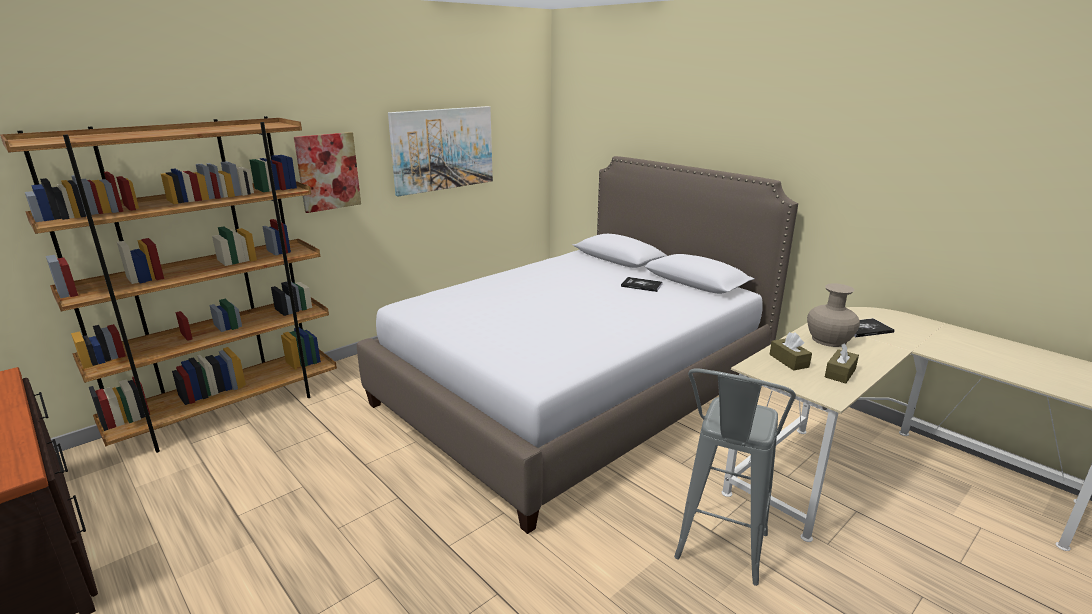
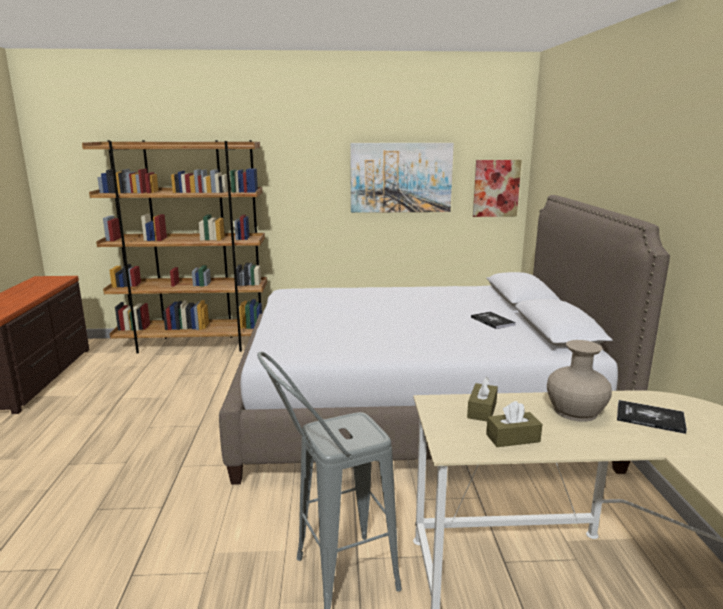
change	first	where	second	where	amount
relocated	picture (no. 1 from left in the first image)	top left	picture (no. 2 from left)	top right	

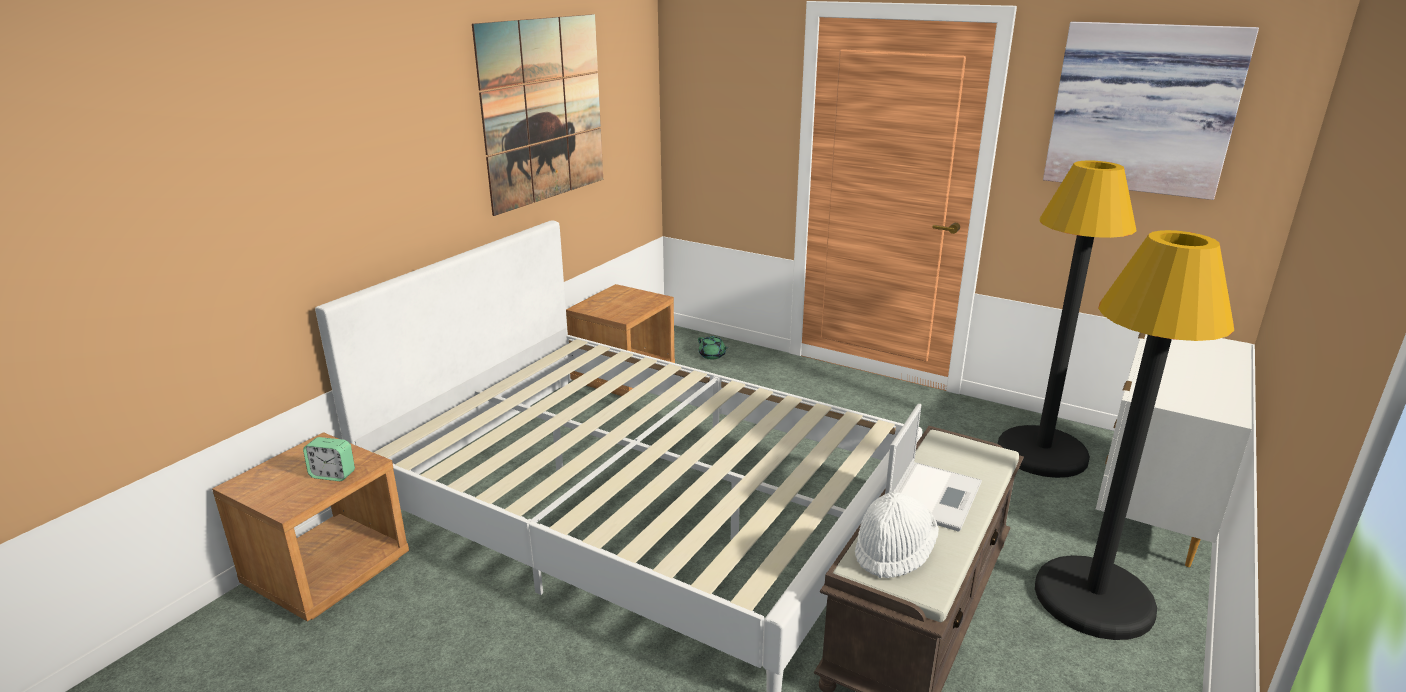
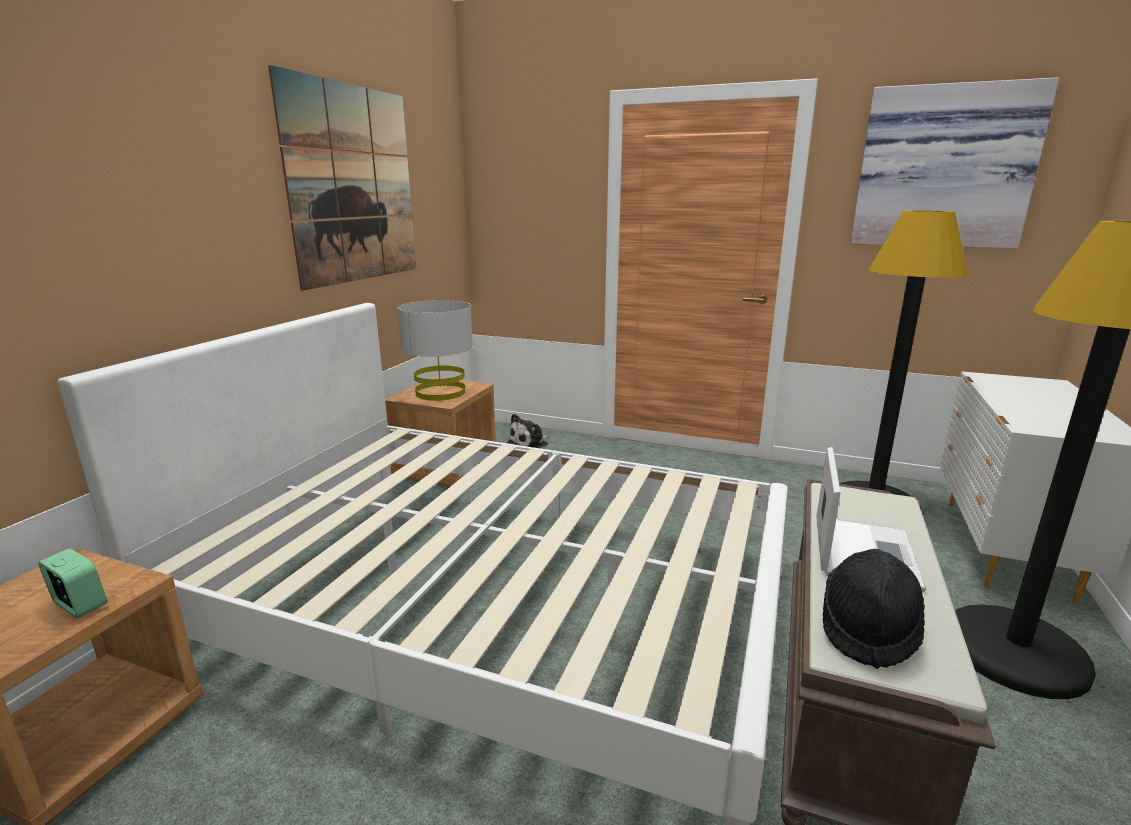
change	first	where	second	where	amount
spun	table clock	middle left		bottom left	150 degrees counterclockwise
exchanged	pot for tea/green-coloured	centre	soft toy	centre	
colour	clothing hat/white	bottom centre	clothing hat/blackish	bottom right	
appeared			lamp for a table/grey	centre	

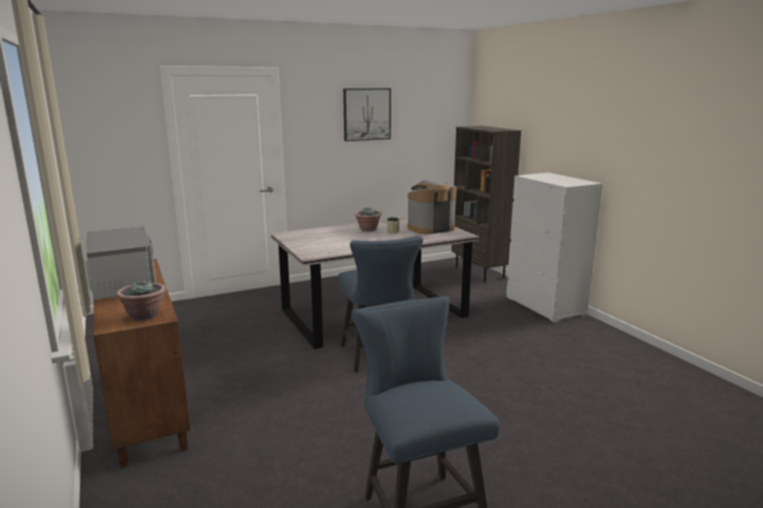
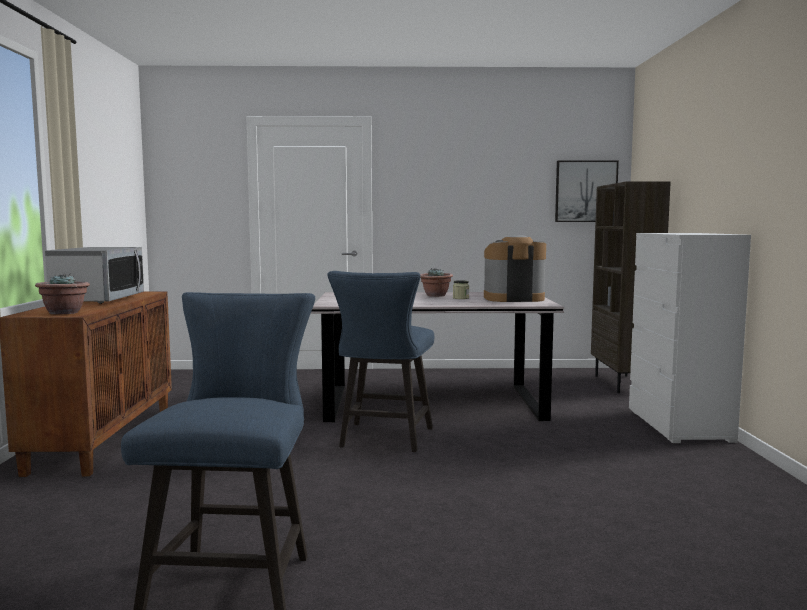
change	first	where	second	where	amount
relocated	picture	top centre		top right	

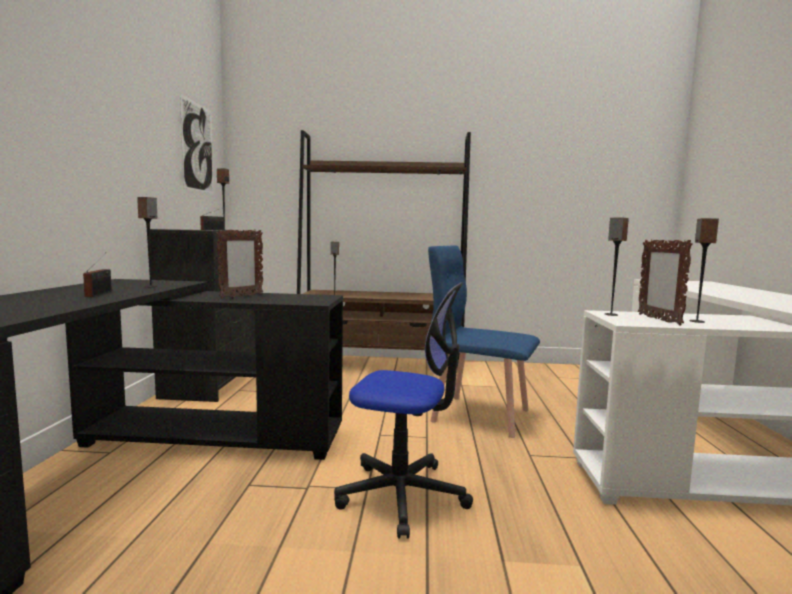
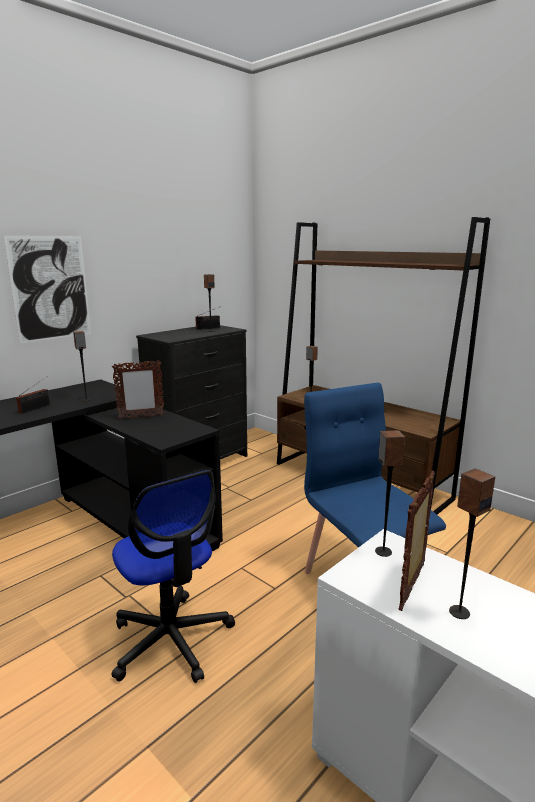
change	first	where	second	where	amount
relocated	picture	top left		middle left	

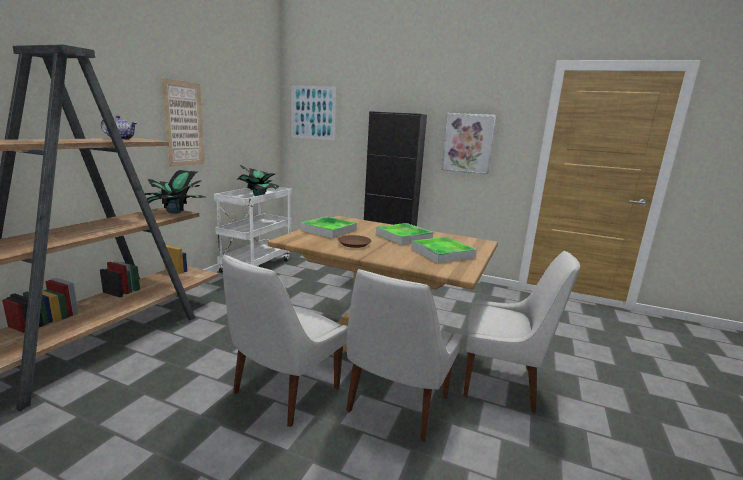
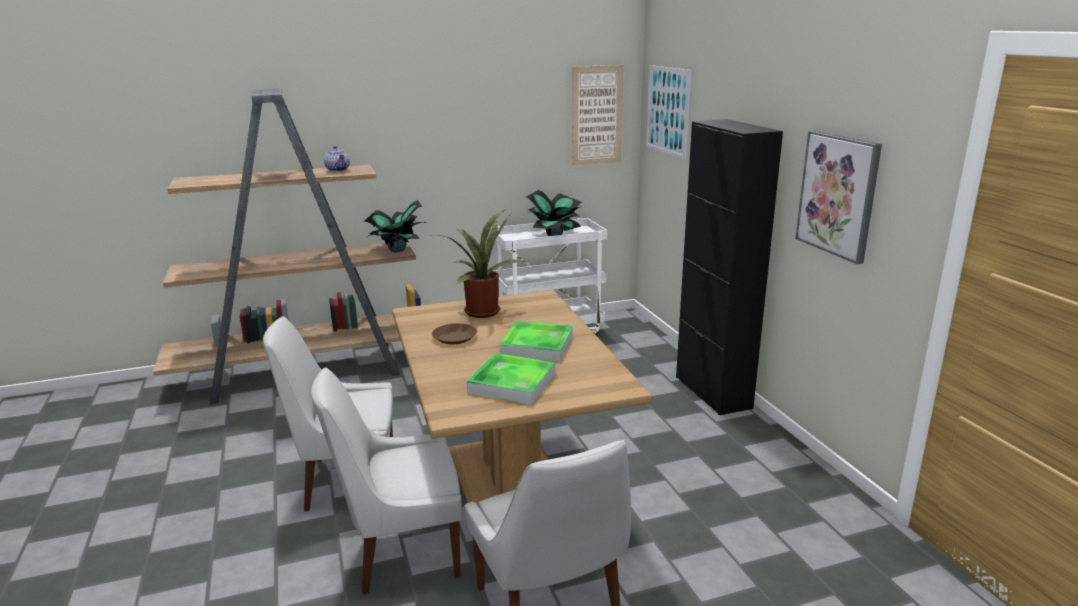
change	first	where	second	where	amount
relocated	picture (no. 1 from left)	top left		top centre	
exchanged	tray (no. 1 from left)	centre	potted plant (no. 2 from left)	centre	

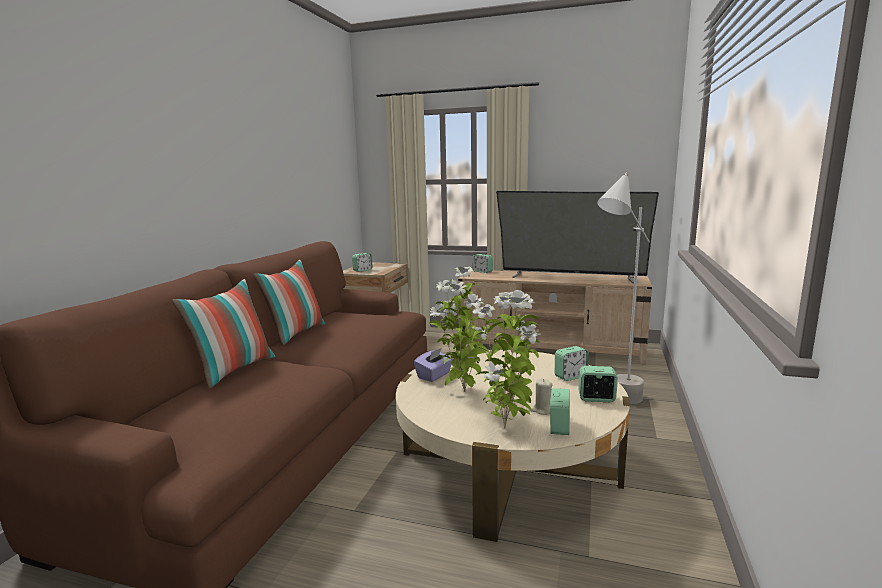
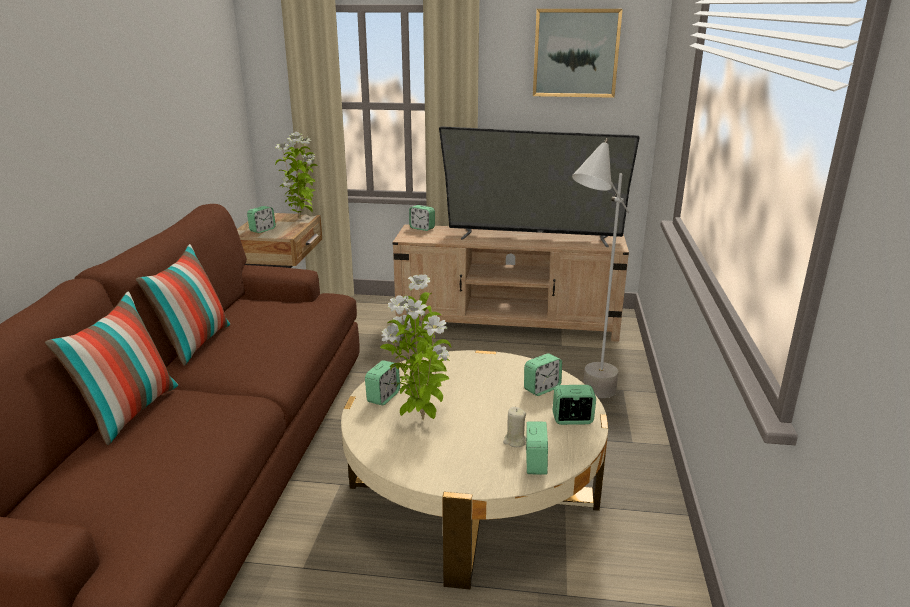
change	first	where	second	where	amount
exchanged	tissue box/purple-coloured	centre	table clock (no. 2 from left)	centre	
relocated	potted plant (no. 2 from left in the first image)	centre	potted plant (no. 1 from left)	top left	
appeared			picture	top centre	

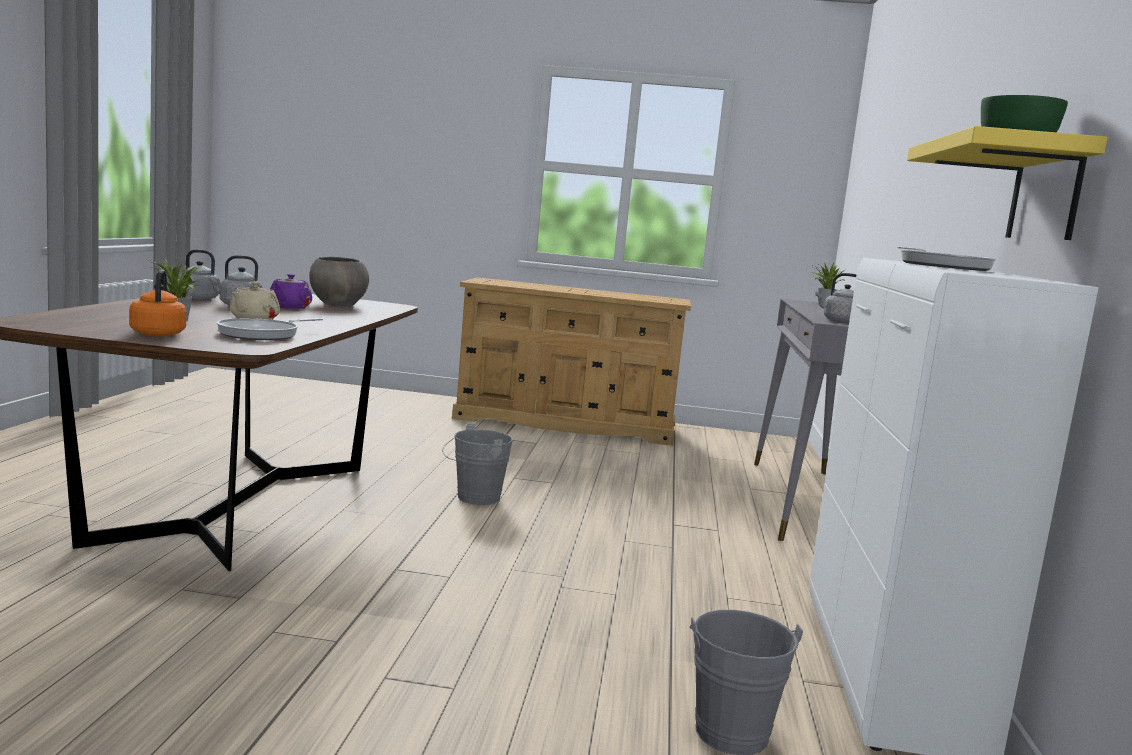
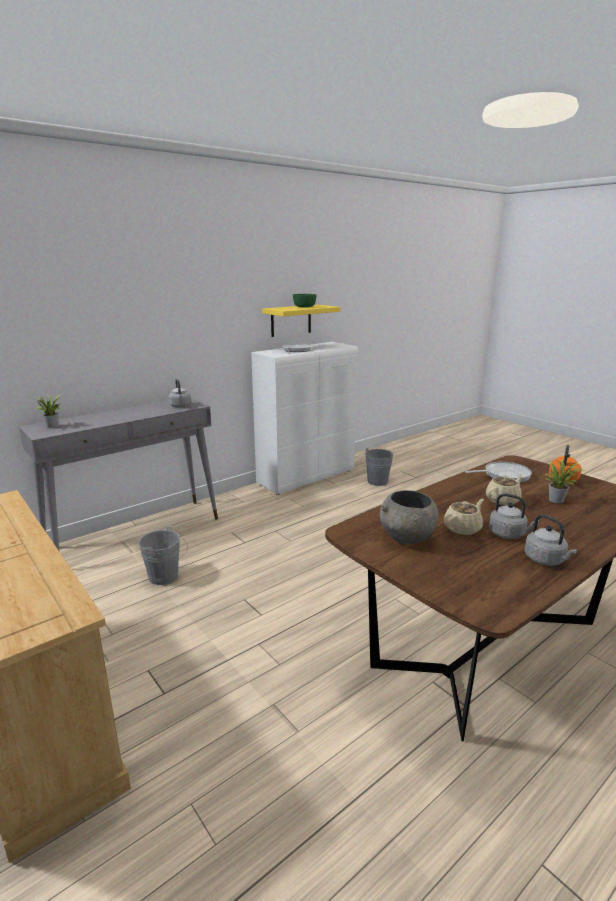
change	first	where	second	where	amount
colour	pot for tea/purple-coloured	middle left	pot for tea/sand-coloured (no. 1 from left)	middle right	
relocated	water bucket/grey (no. 1 from left)	centre		middle left	

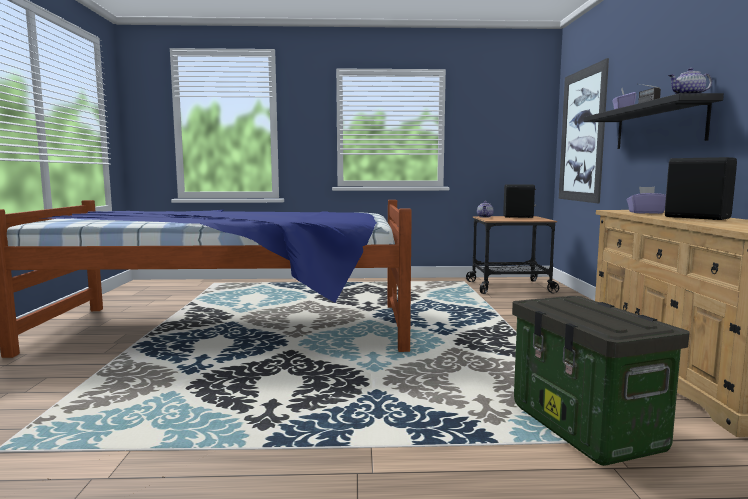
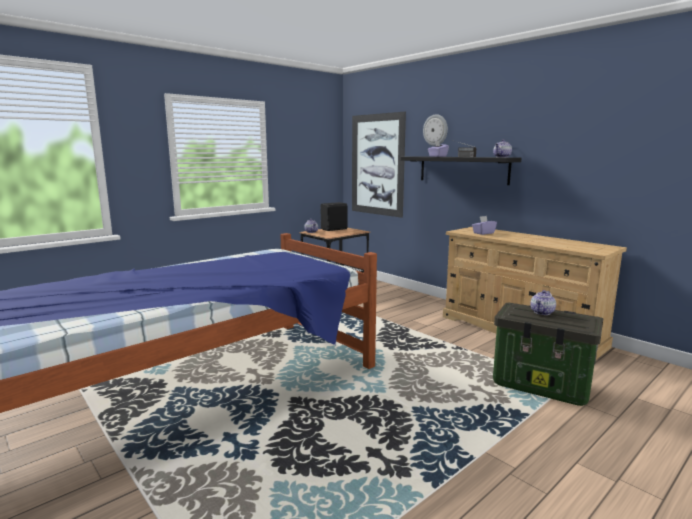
change	first	where	second	where	amount
missing	loudspeaker/blackish (no. 2 from left)	middle right			
appeared			hanging clock	top centre	
appeared			pot for tea (no. 3 from left)	middle right	

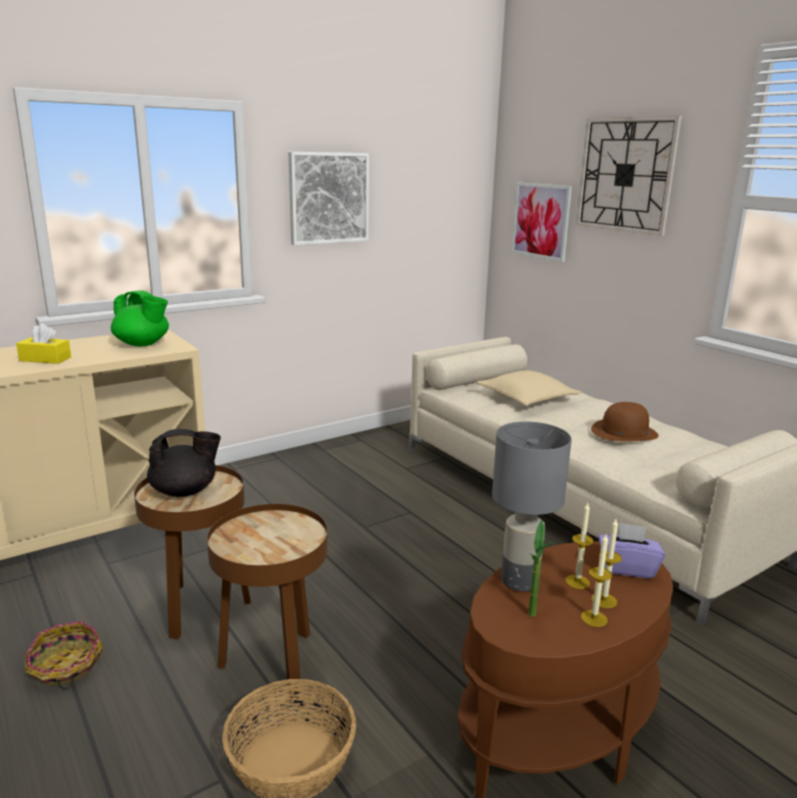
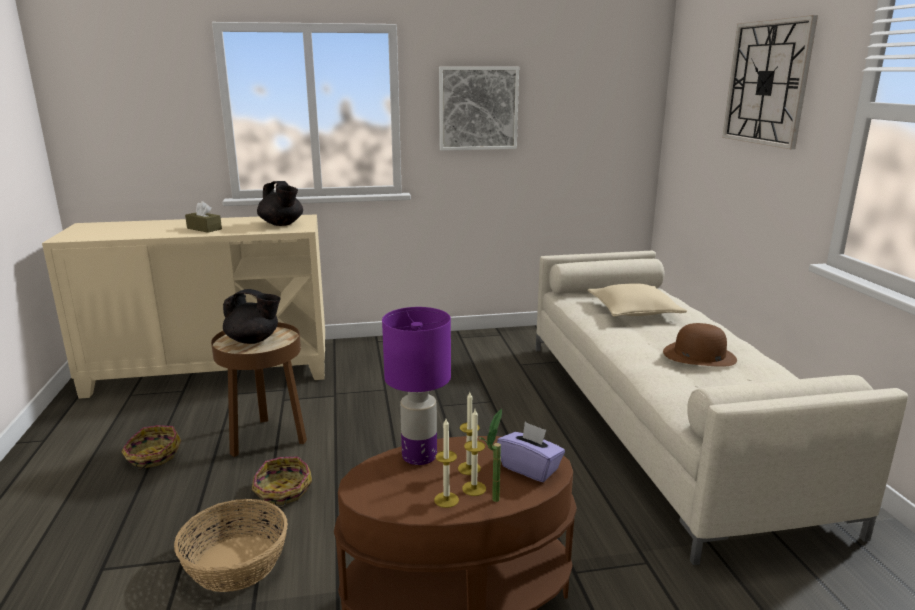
change	first	where	second	where	amount
colour	tissue box/yellow	middle left	tissue box/brown	middle left	
colour	pot for tea/green-coloured	middle left	pot for tea/blackish (no. 2 from left)	top left	
exchanged	accent table/brown (no. 2 from left)	bottom centre	basket (no. 3 from left)	bottom left	
colour	lamp for a table/grey	middle right	lamp for a table/purple-coloured	centre	
missing	picture (no. 2 from left)	top right			
relocated	potted plant	bottom right		bottom centre	

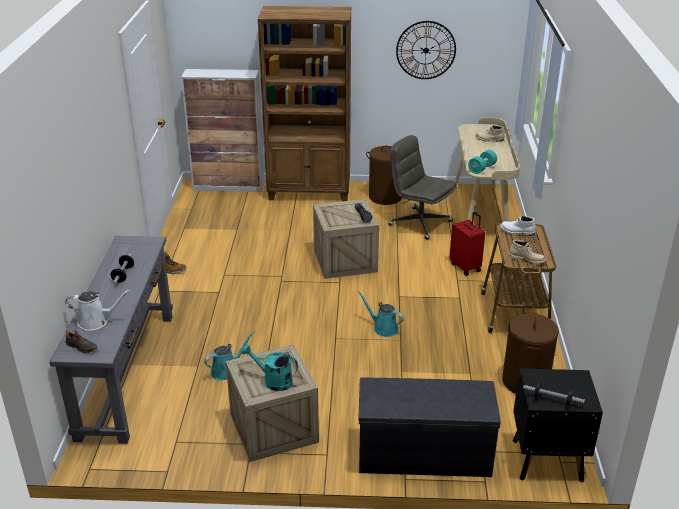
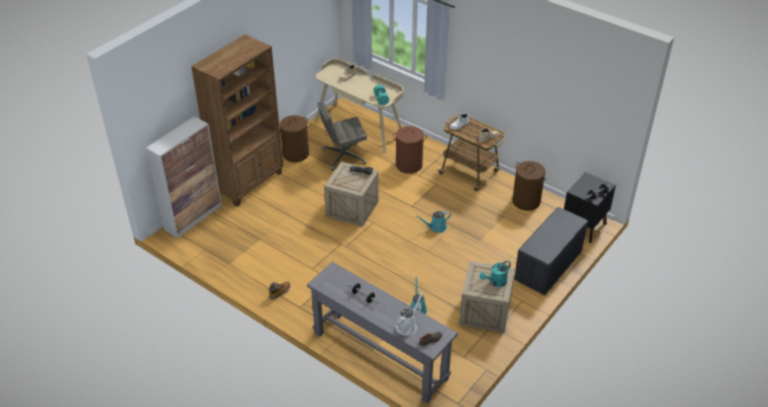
change	first	where	second	where	amount
missing	hanging clock	top centre			
exchanged	suitcase/red-coloured	middle right	washing basket/brown (no. 2 from left)	centre	

